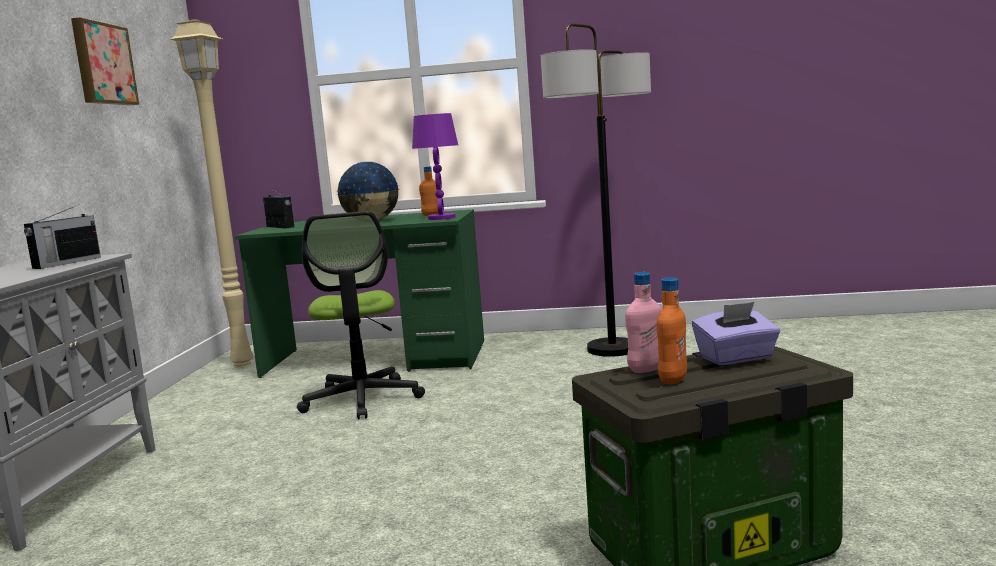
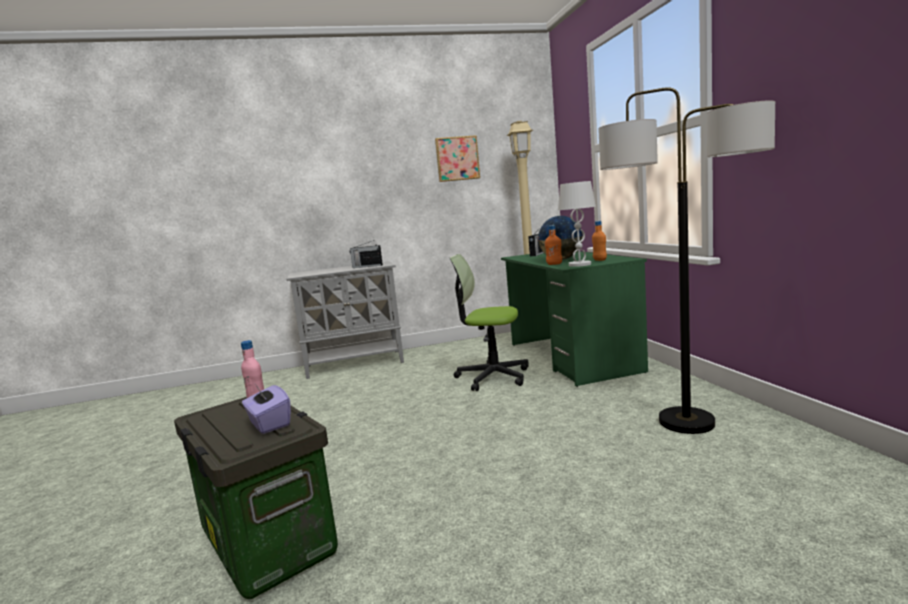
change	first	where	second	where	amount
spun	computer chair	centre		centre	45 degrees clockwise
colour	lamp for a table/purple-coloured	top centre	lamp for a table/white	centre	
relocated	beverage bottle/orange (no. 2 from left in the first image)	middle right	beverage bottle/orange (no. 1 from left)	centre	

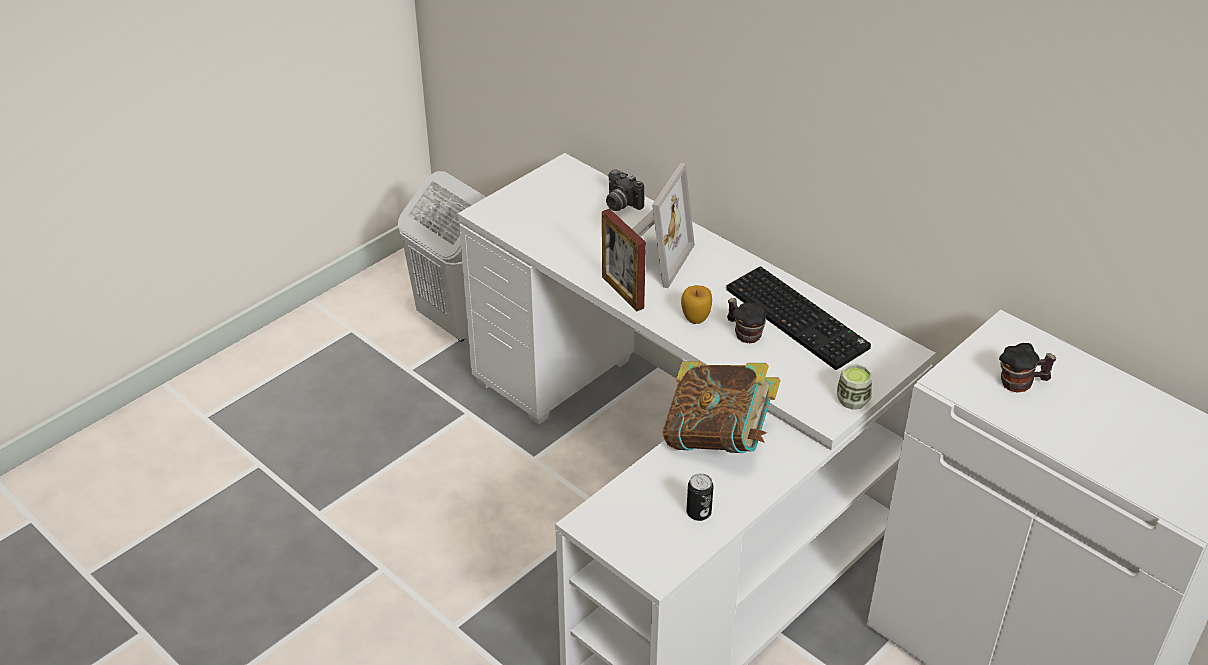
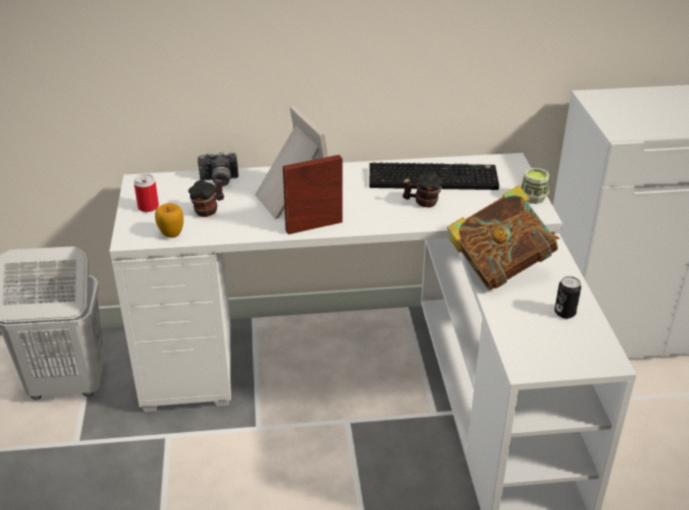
change	first	where	second	where	amount
spun	standing frame (no. 1 from left in the first image)	centre	standing frame (no. 2 from left)	centre	150 degrees clockwise
relocated	whole apple	centre		middle left	
relocated	mug (no. 2 from left in the first image)	middle right	mug (no. 1 from left)	middle left	
appeared			can (no. 1 from left)	middle left	

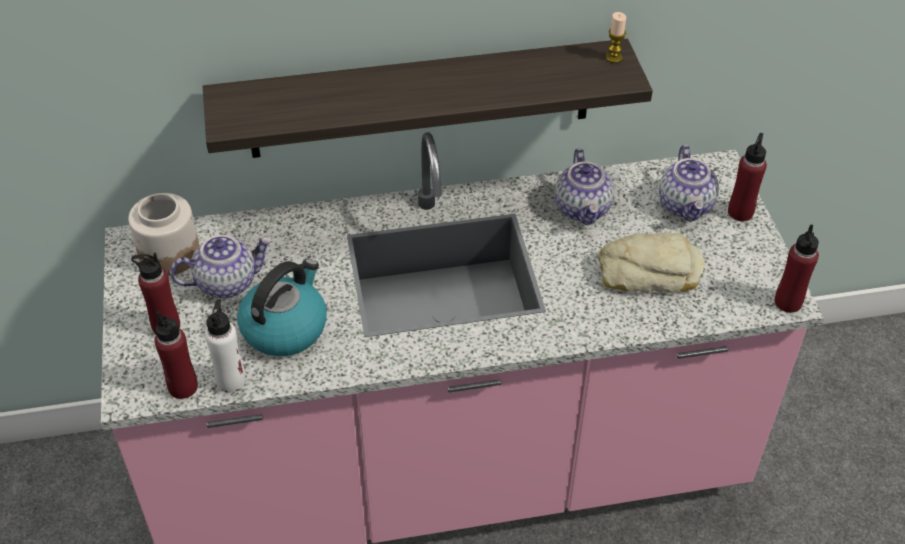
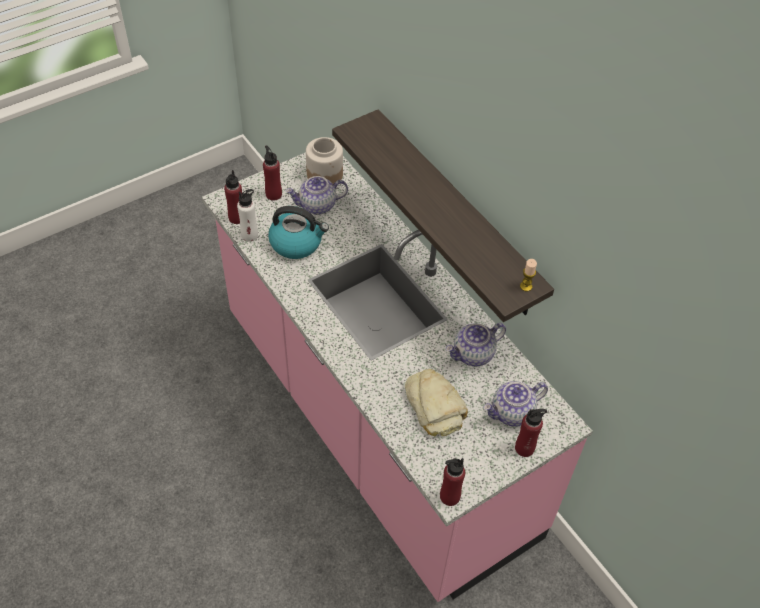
change	first	where	second	where	amount
spun	pot for tea (no. 1 from left)	middle left		top centre	120 degrees clockwise

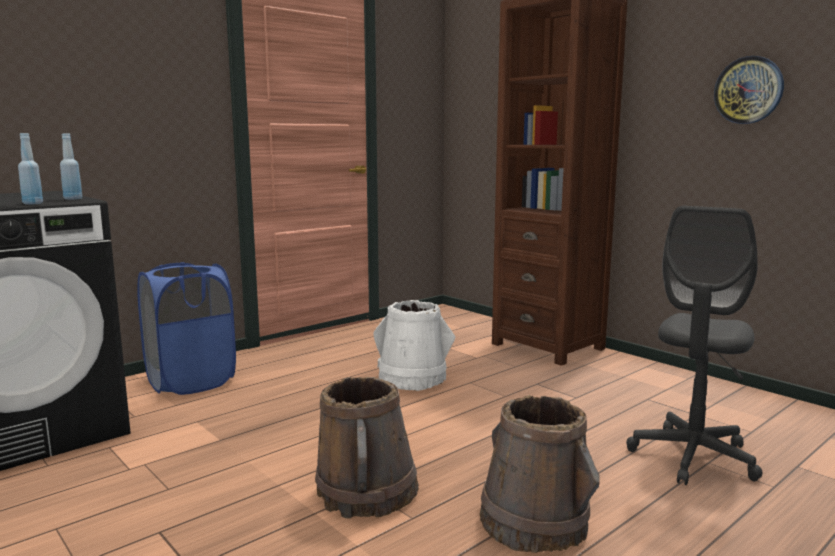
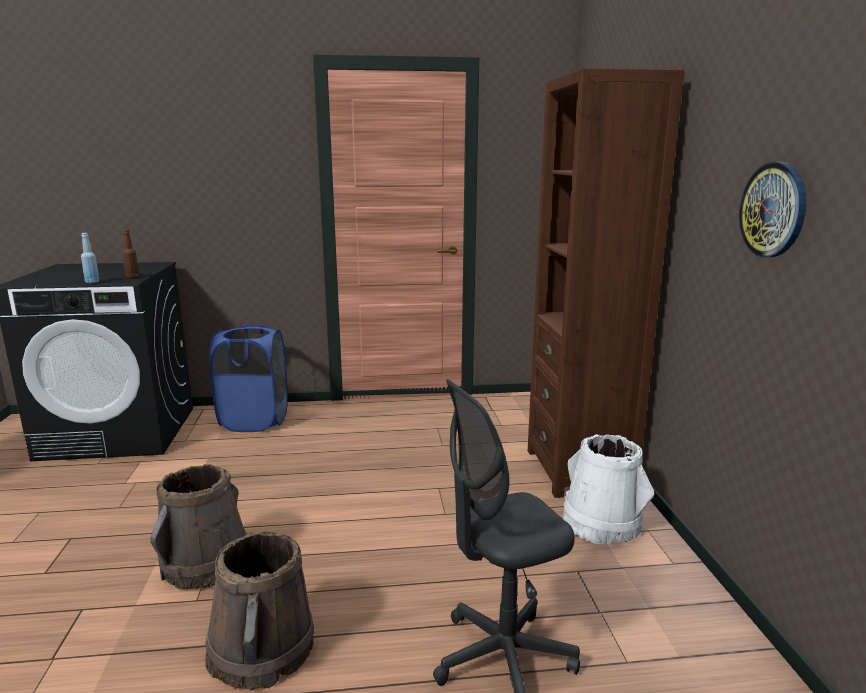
change	first	where	second	where	amount
colour	beverage bottle/blue-coloured (no. 2 from left)	top left	beverage bottle/brown	middle left	
relocated	water bucket/white	centre		bottom right	

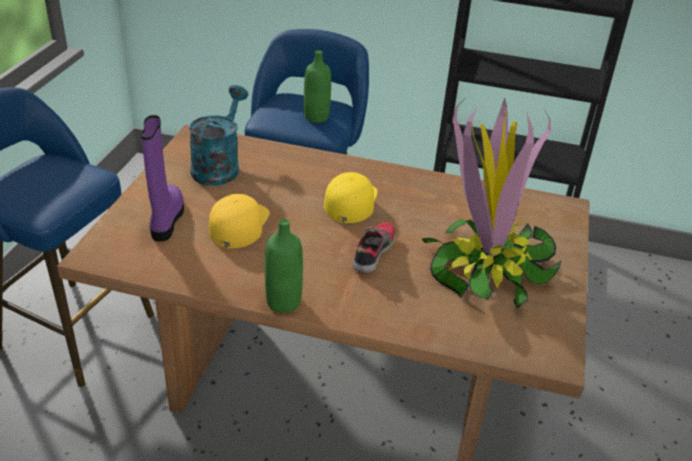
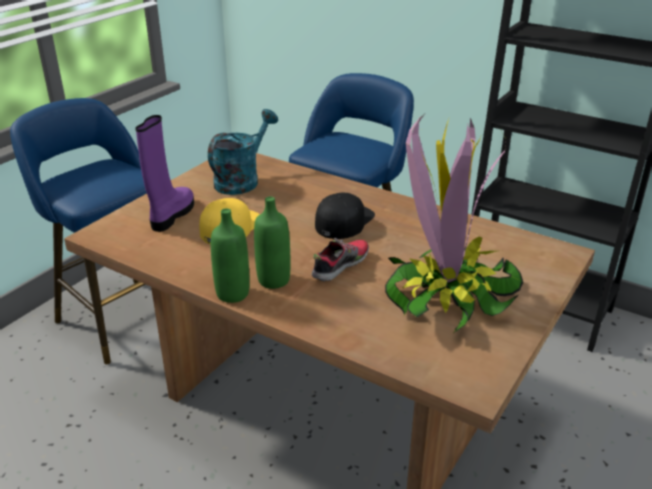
change	first	where	second	where	amount
relocated	beverage bottle/green-coloured (no. 2 from left)	top centre		centre	
colour	baseball cap/yellow (no. 2 from left)	centre	baseball cap/blackish	centre	

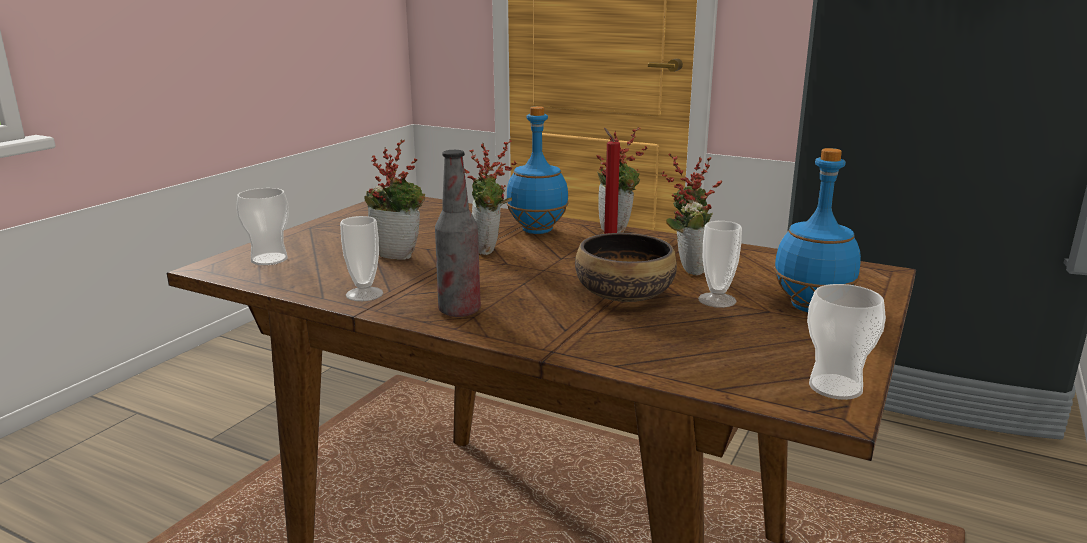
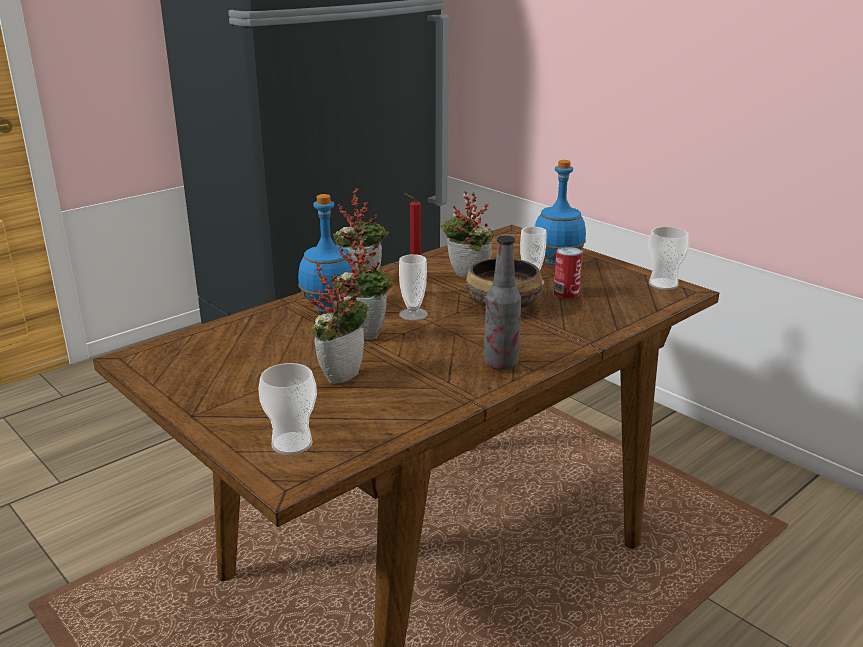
change	first	where	second	where	amount
relocated	drinking cup (no. 2 from left)	middle left		centre	
appeared			can	centre	

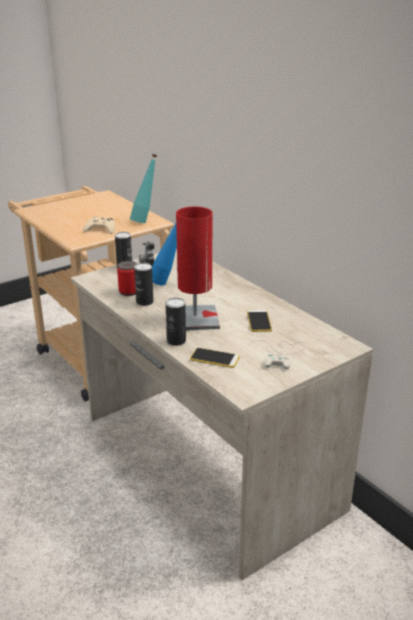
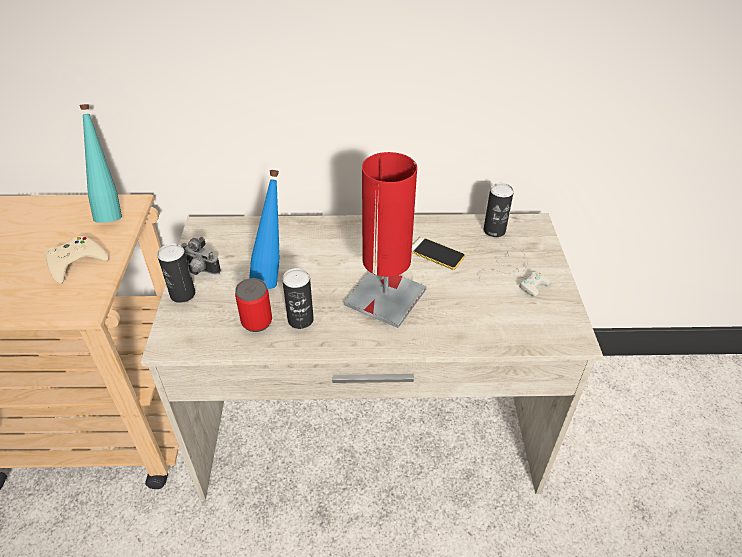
change	first	where	second	where	amount
relocated	can (no. 4 from left)	centre		middle right	
missing	handset (no. 1 from left)	centre			

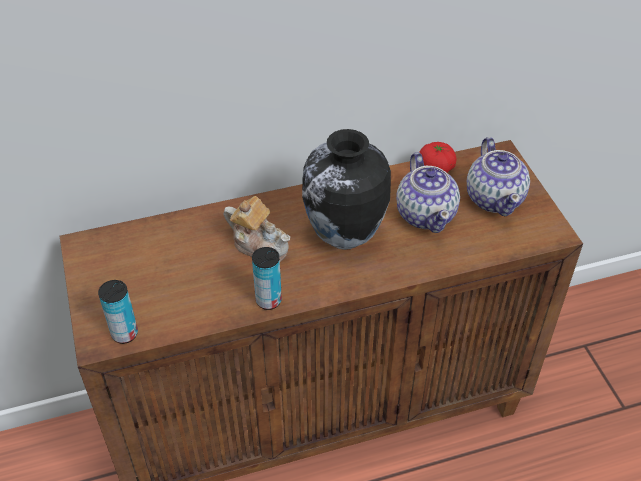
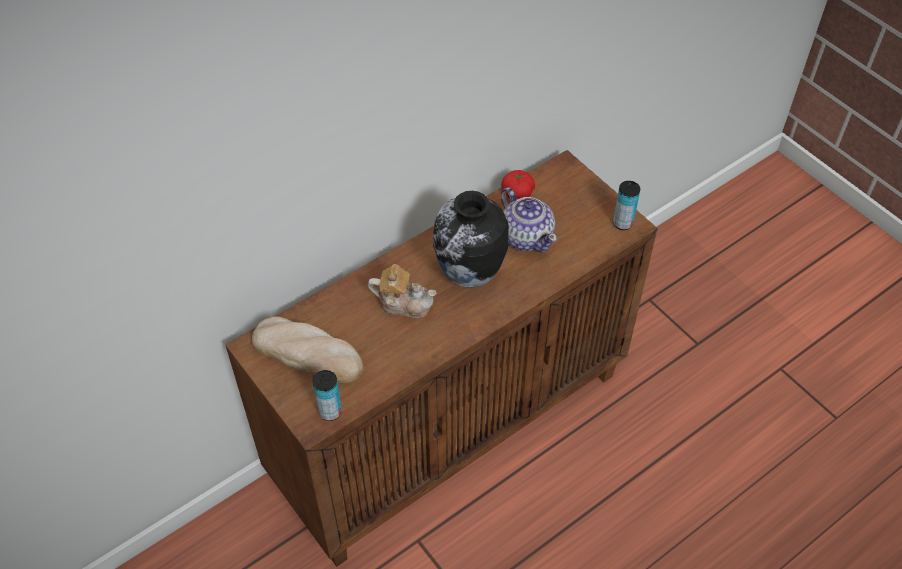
change	first	where	second	where	amount
relocated	can (no. 2 from left)	centre		middle right	
missing	pot for tea (no. 3 from left)	middle right			
appeared			bakery bread	centre	

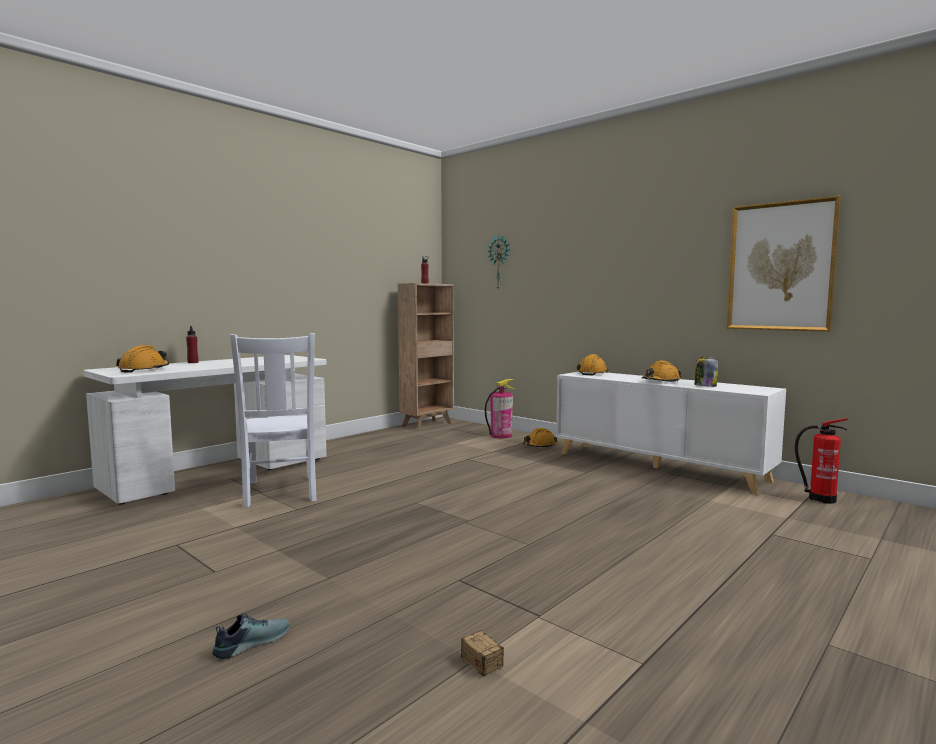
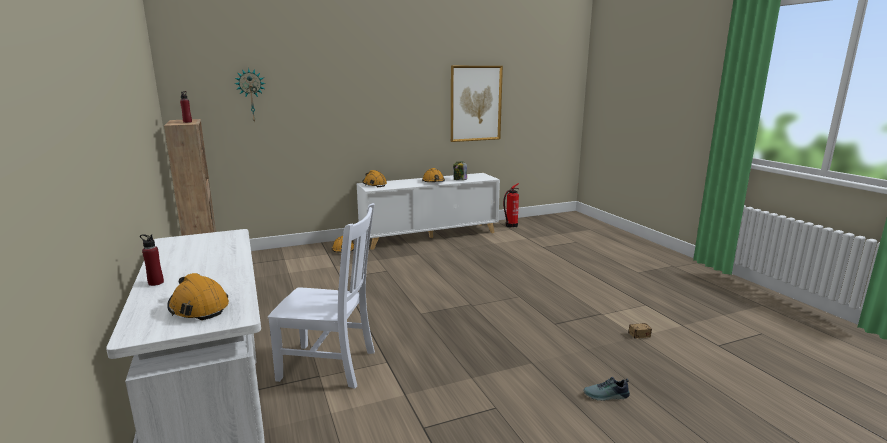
change	first	where	second	where	amount
spun	shoe	bottom left		bottom right	75 degrees counterclockwise
missing	extinguisher (no. 1 from left)	centre			

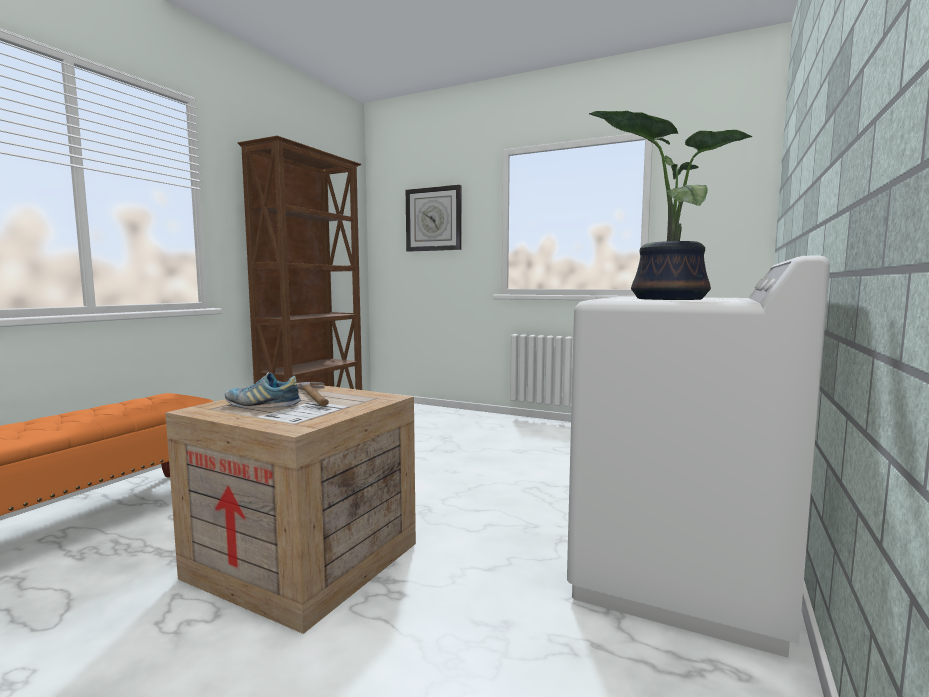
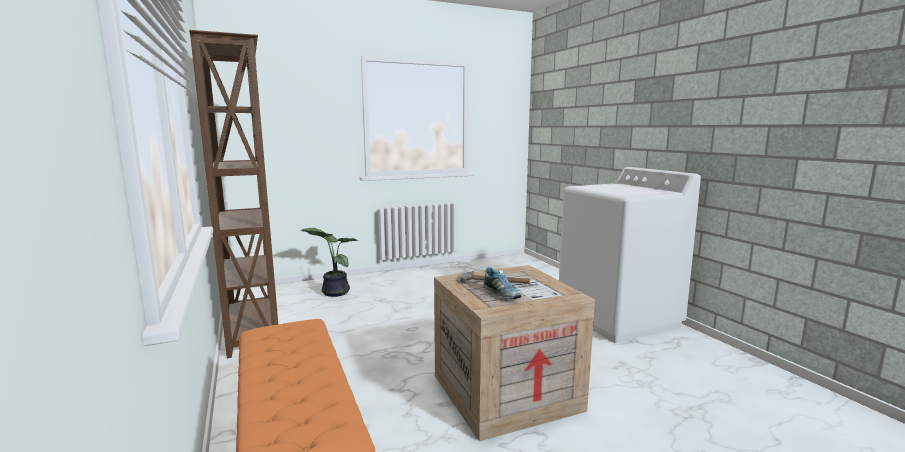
change	first	where	second	where	amount
spun	shoe	middle left		centre	75 degrees counterclockwise
missing	hanging clock	top centre			
relocated	potted plant	top right		centre	

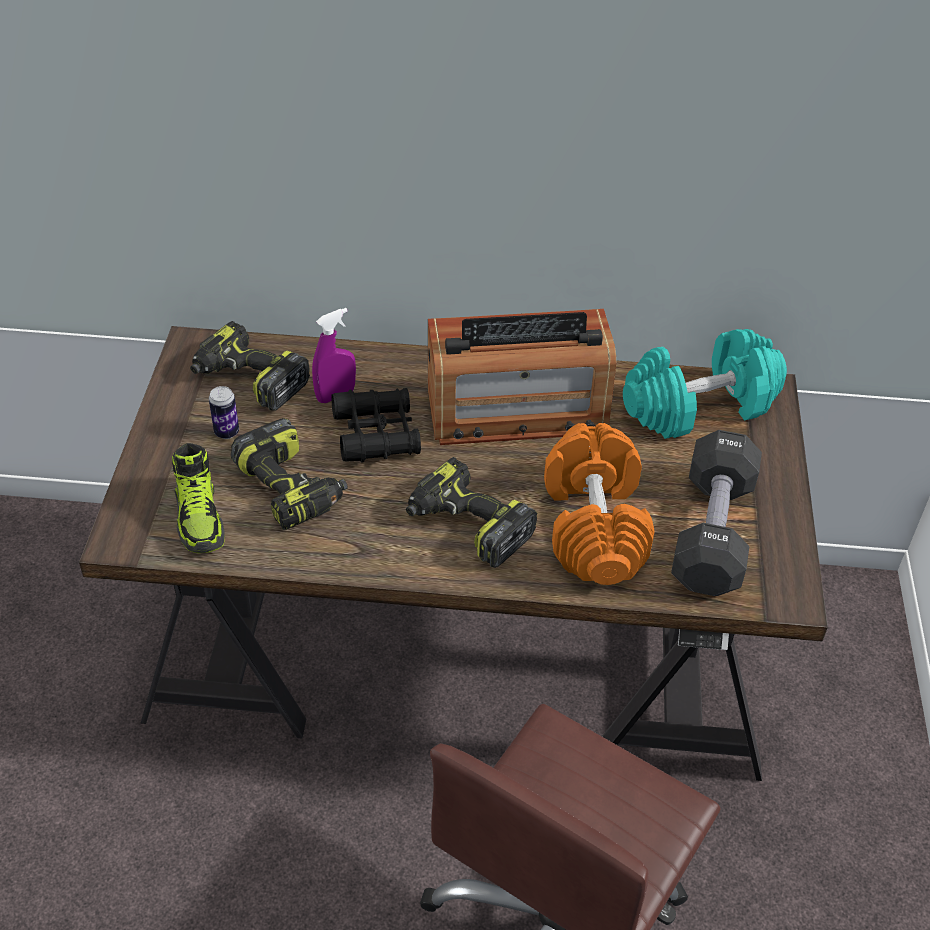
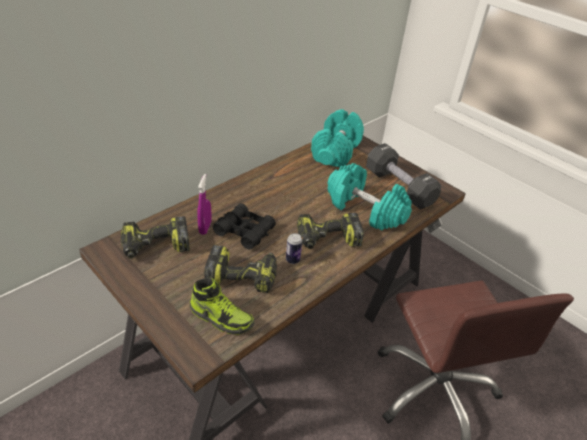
change	first	where	second	where	amount
relocated	can	middle left		centre	
missing	radio receiver	centre			
colour	hand weight/orange	centre	hand weight/blue-green (no. 2 from left)	centre	

